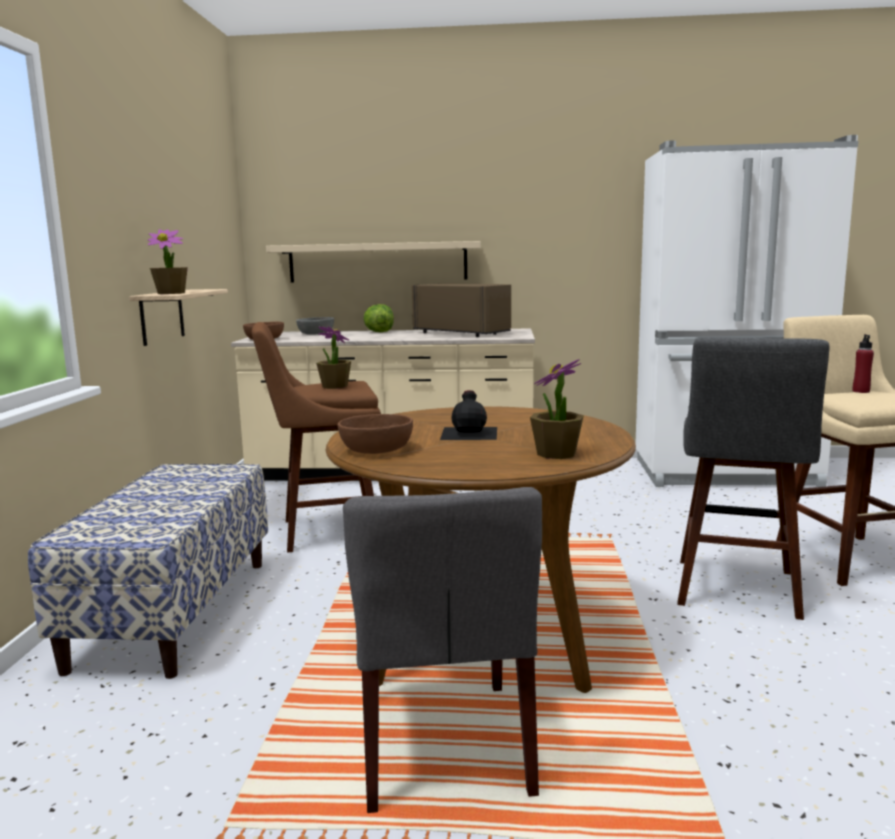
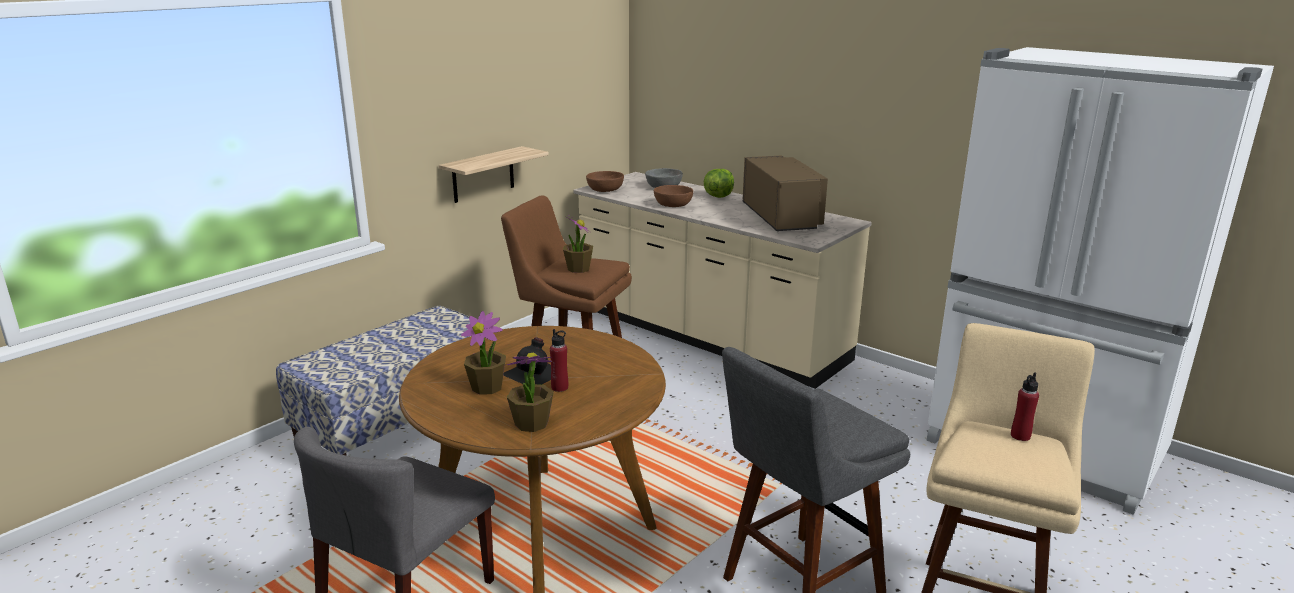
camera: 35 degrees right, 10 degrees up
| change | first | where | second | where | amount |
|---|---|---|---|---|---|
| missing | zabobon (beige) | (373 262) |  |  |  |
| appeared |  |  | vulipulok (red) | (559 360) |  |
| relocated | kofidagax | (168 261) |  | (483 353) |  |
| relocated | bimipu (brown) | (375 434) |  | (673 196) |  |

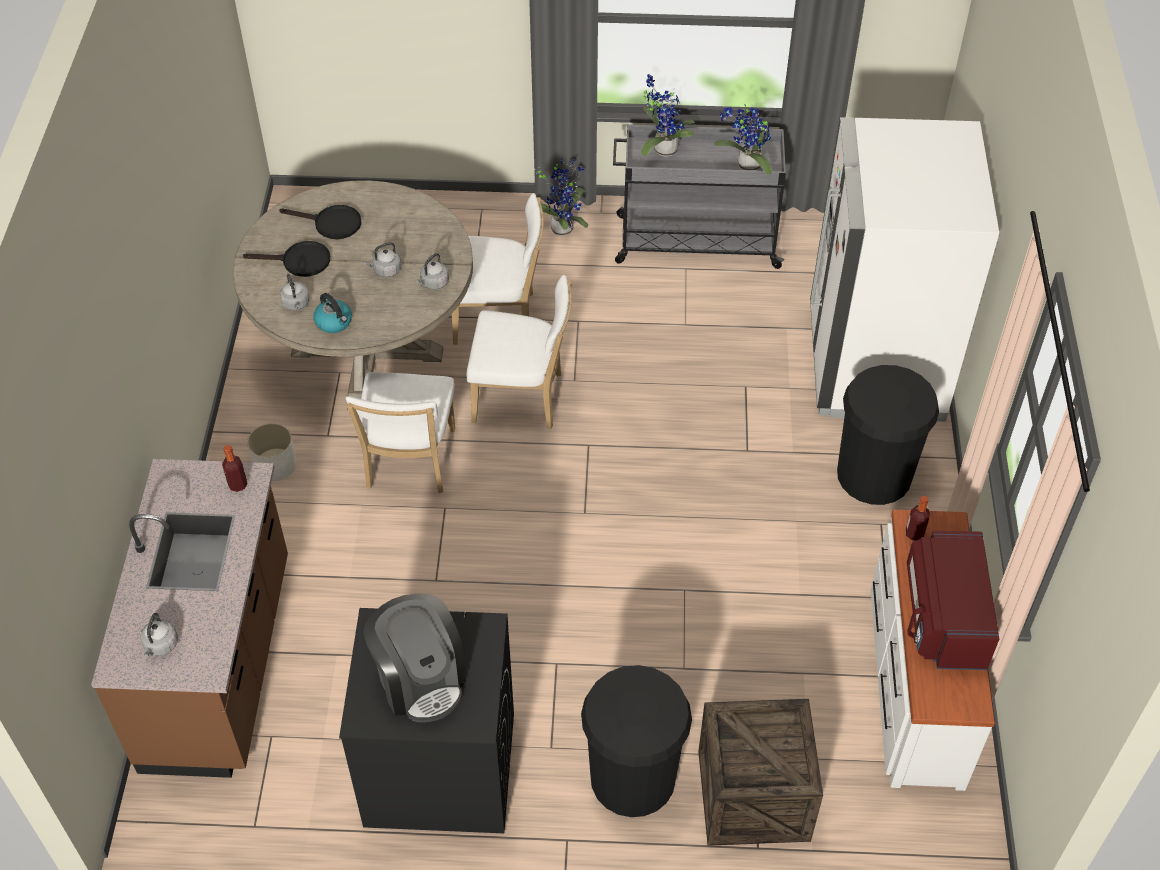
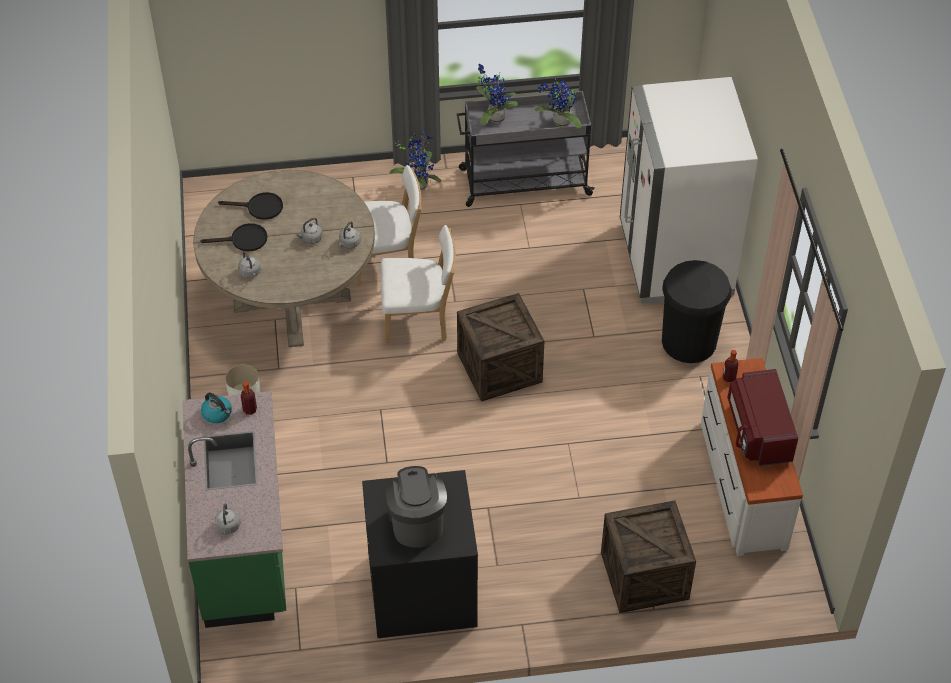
camera: 10 degrees left, 0 degrees up
| change | first | where | second | where | amount |
|---|---|---|---|---|---|
| missing | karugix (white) | (400 432) |  |  |  |
| missing | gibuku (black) | (636 741) |  |  |  |
| appeared |  |  | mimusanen | (500 347) |  |
| relocated | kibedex | (333 313) |  | (216 408) |  |
| colour | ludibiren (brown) | (189 618) | ludibiren (green) | (234 509) |  |
| spun | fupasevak | (414 657) |  | (416 507) | 150 degrees counterclockwise |

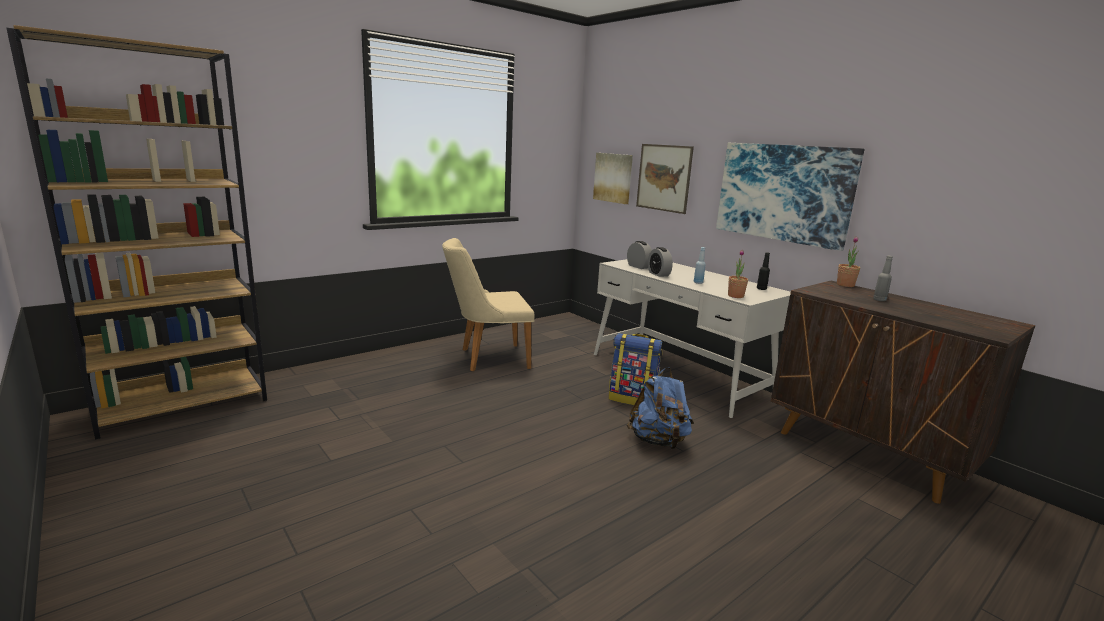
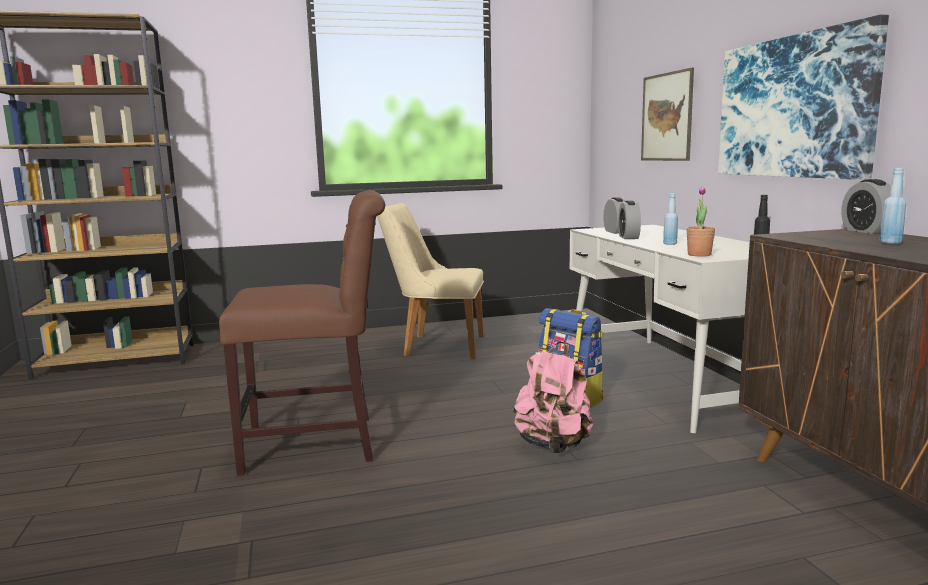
camera: 25 degrees right, 5 degrees down
| change | first | where | second | where | amount |
|---|---|---|---|---|---|
| missing | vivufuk | (613 178) |  |  |  |
| appeared |  |  | karugix (brown) | (302 333) |  |
| exchanged | kofidagax | (848 262) | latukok | (866 206) |  |
| colour | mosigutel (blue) | (660 408) | mosigutel (pink) | (553 397) |  |
| colour | vulipulok (grey) | (883 278) | vulipulok (blue) | (892 206) |  |

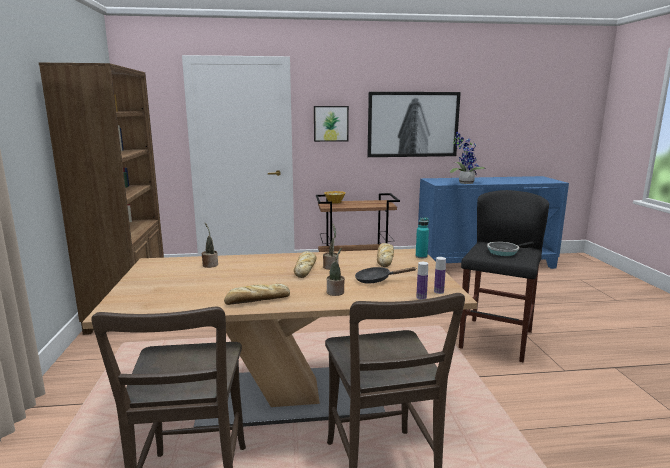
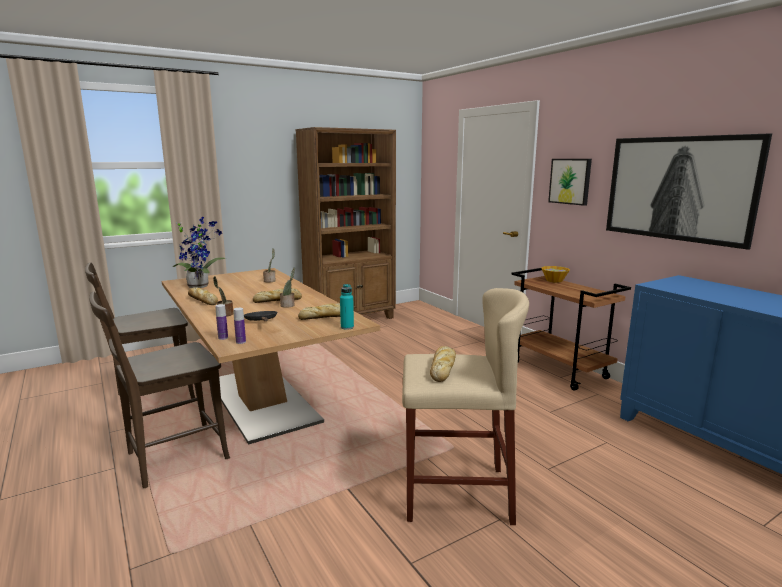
camera: 65 degrees right, 0 degrees up
| change | first | where | second | where | amount |
|---|---|---|---|---|---|
| relocated | kofidagax | (467 158) |  | (199 252) |  |
| exchanged | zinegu | (510 248) | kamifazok | (443 364) |  |
| colour | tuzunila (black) | (504 276) | tuzunila (beige) | (465 406) |  |

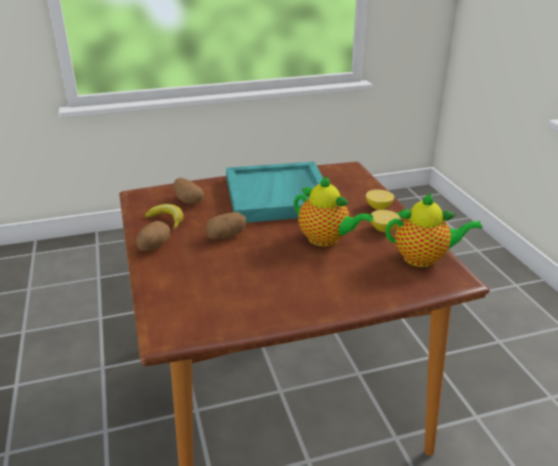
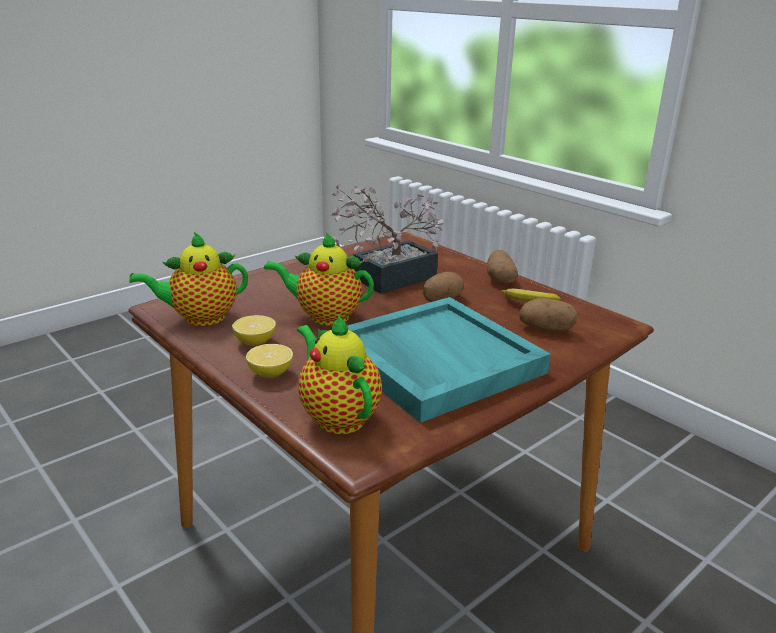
camera: 155 degrees right, 5 degrees down
| change | first | where | second | where | amount |
|---|---|---|---|---|---|
| appeared |  |  | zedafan | (339 374) |  |
| appeared |  |  | kofidagax | (386 239) |  |

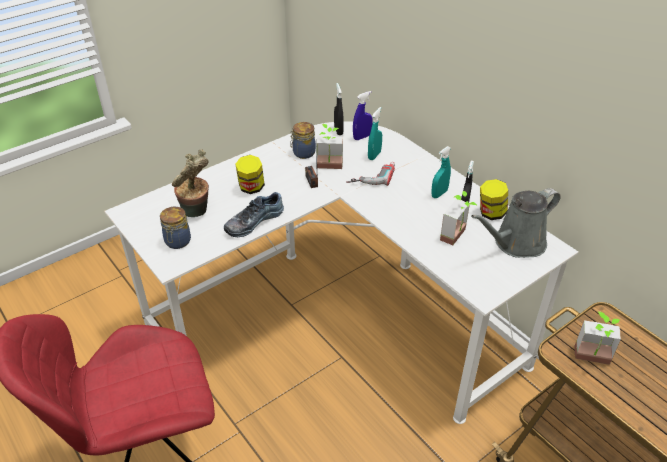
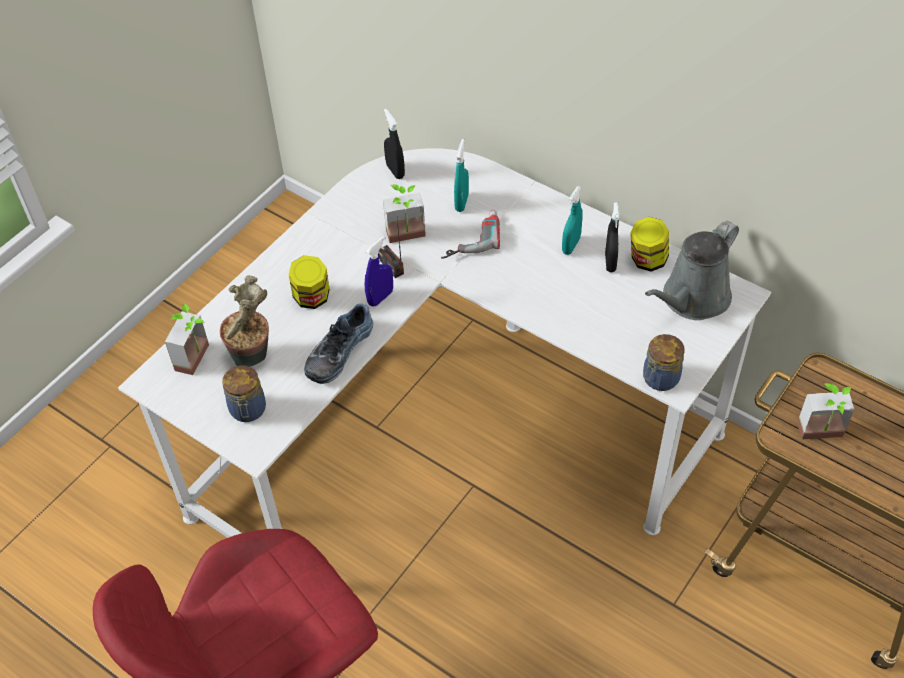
camera: 15 degrees left, 10 degrees up
| change | first | where | second | where | amount |
|---|---|---|---|---|---|
| relocated | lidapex | (303 140) |  | (663 362) |  |
| relocated | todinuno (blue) | (363 115) |  | (379 271) |  |
| relocated | kofidagax | (458 218) |  | (187 339) |  |

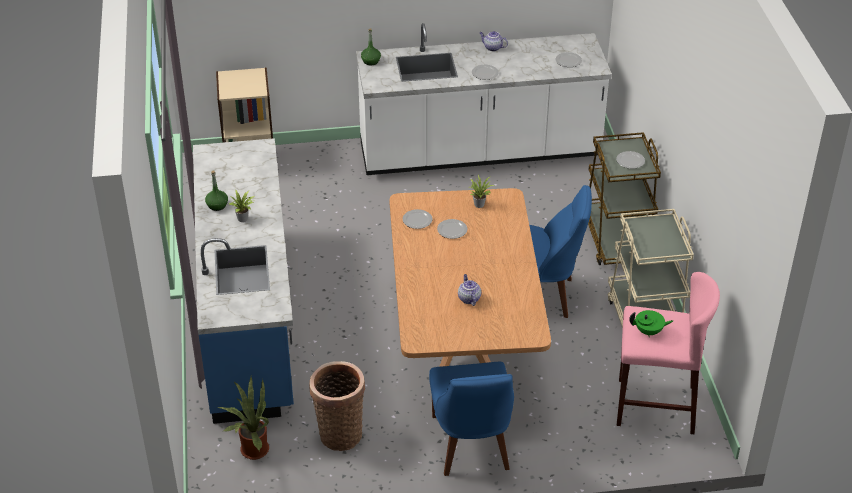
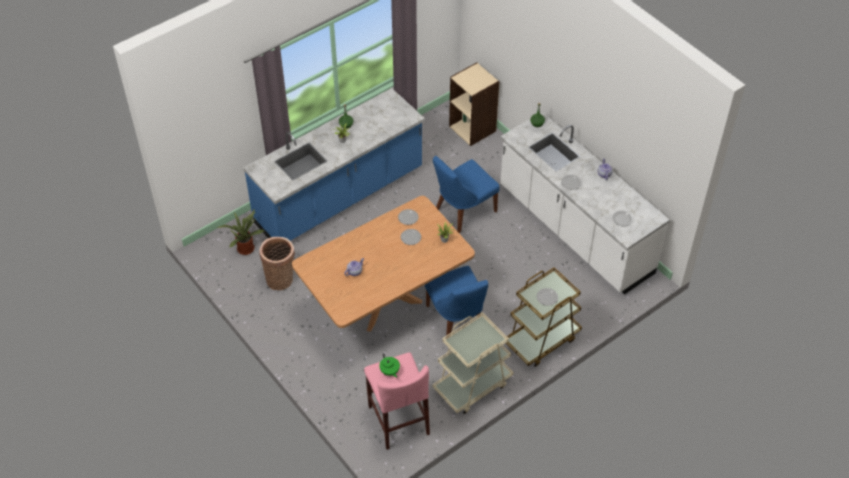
camera: 60 degrees right, 10 degrees up
| change | first | where | second | where | amount |
|---|---|---|---|---|---|
| relocated | karugix (blue) | (471 419) |  | (466 194) |  |

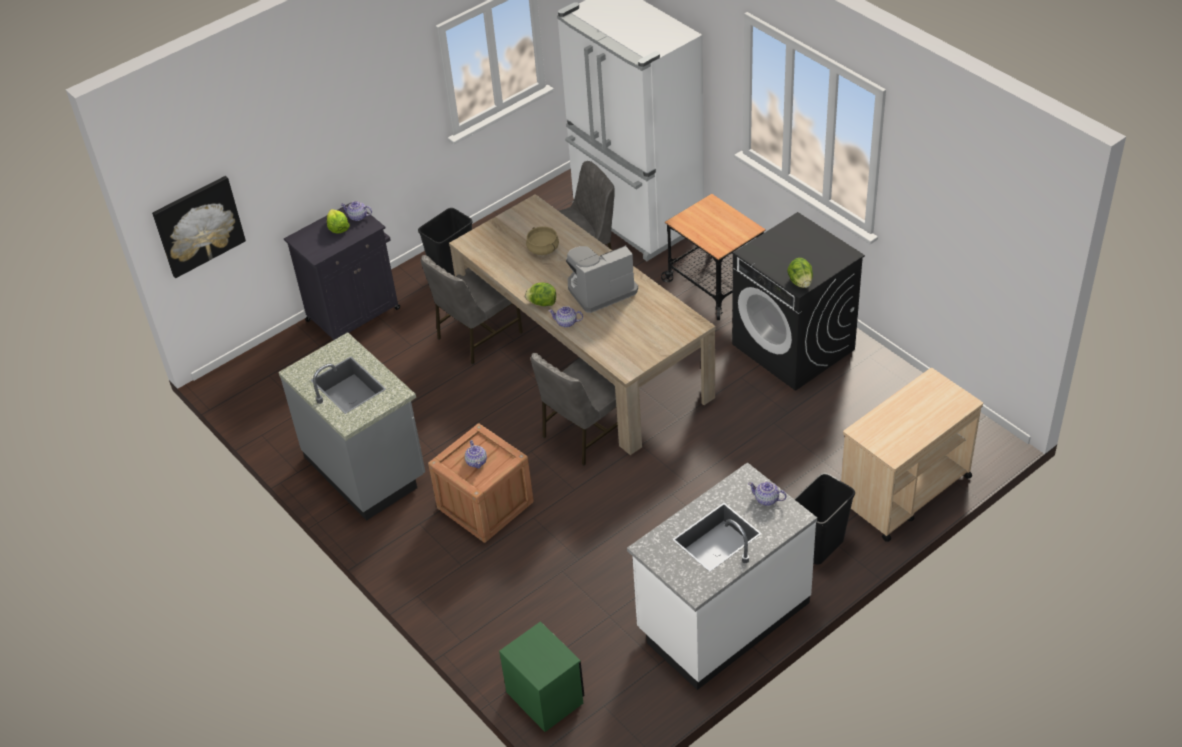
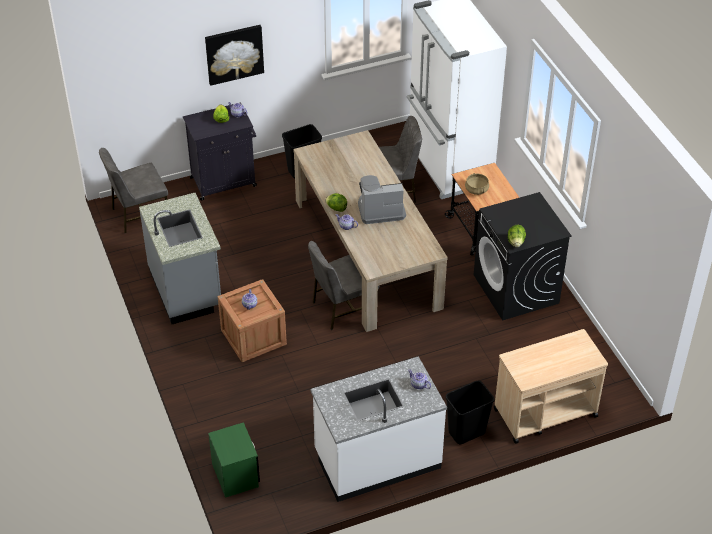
camera: 15 degrees right, 0 degrees up
| change | first | where | second | where | amount |
|---|---|---|---|---|---|
| relocated | vivufuk | (199 227) |  | (234 55) |  |
| relocated | karugix (grey) | (472 310) |  | (133 190) |  |
| relocated | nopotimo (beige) | (542 240) |  | (477 184) |  |

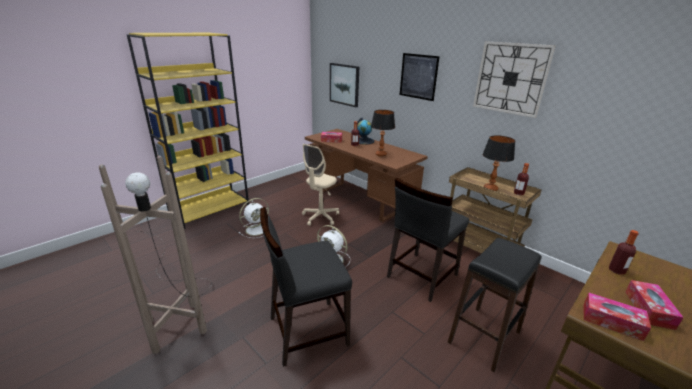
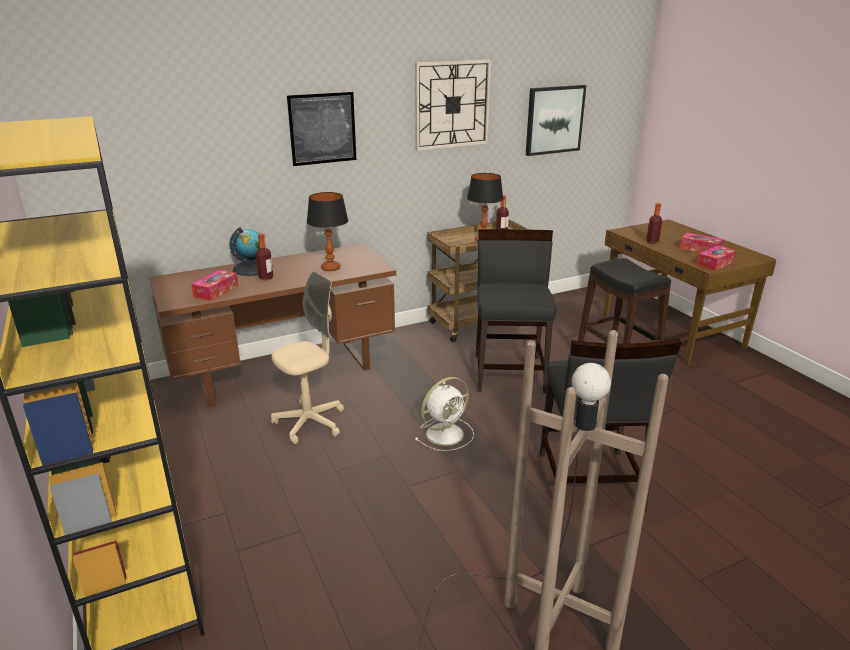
camera: 70 degrees left, 0 degrees up
| change | first | where | second | where | amount |
|---|---|---|---|---|---|
| missing | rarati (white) | (254 218) |  |  |  |
| relocated | vivufuk | (344 85) |  | (556 120) |  |
| spun | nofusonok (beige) | (320 185) |  | (307 357) | 90 degrees counterclockwise |
| spun | karugix (black) | (428 240) |  | (516 311) | 150 degrees counterclockwise |

